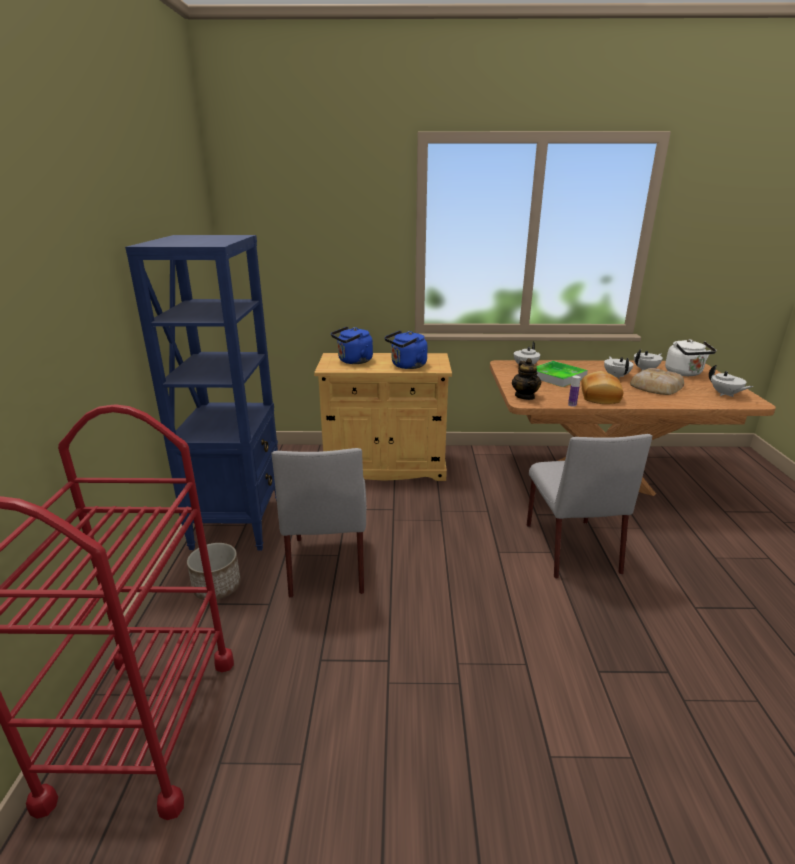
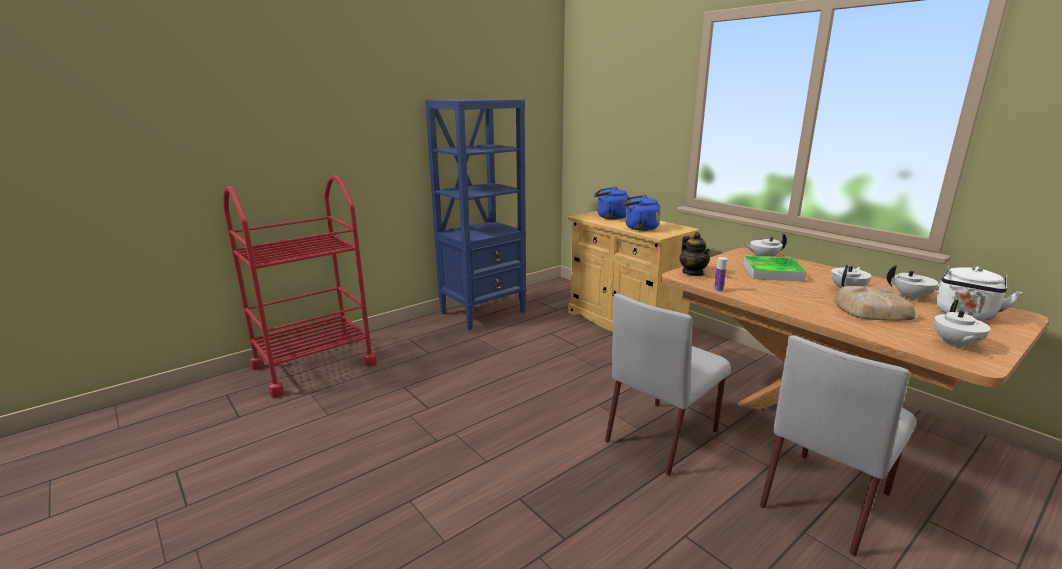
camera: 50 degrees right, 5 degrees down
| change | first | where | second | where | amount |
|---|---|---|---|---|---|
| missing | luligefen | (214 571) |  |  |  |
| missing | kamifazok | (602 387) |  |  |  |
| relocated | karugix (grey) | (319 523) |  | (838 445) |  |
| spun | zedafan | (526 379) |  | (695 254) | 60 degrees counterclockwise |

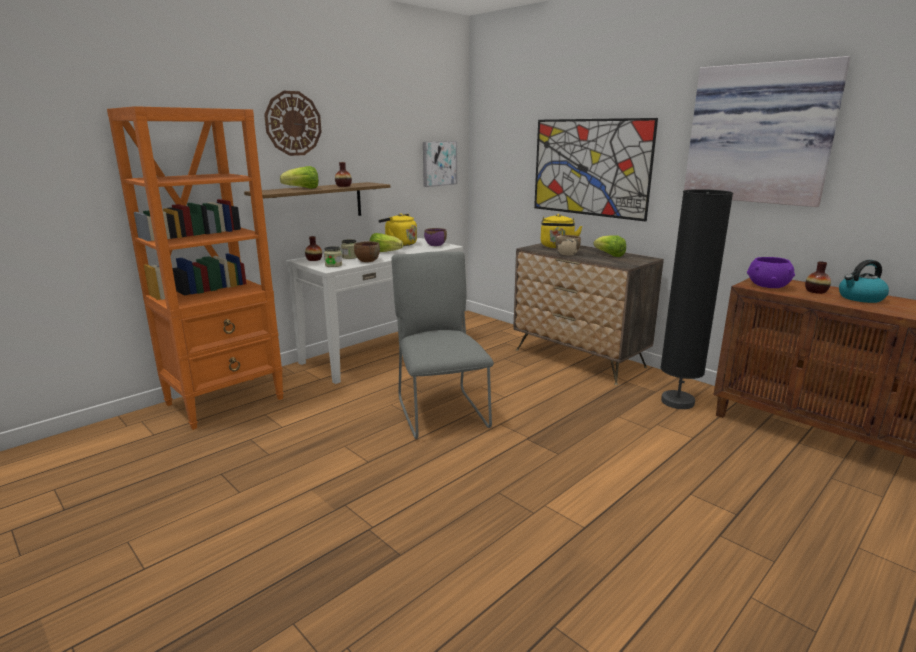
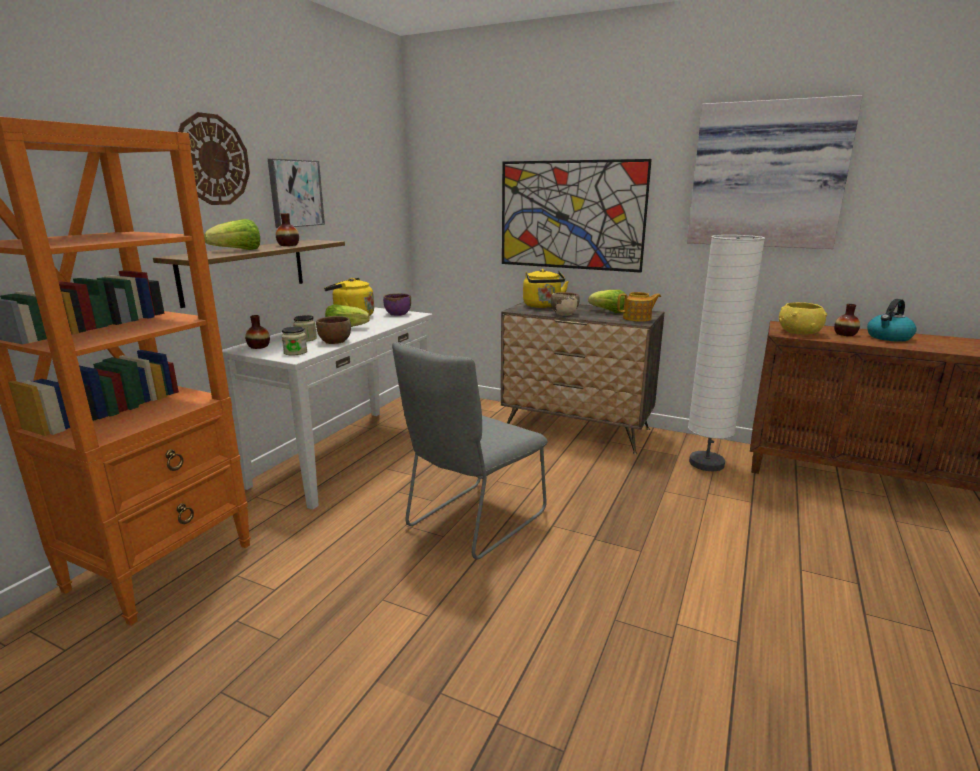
camera: 20 degrees left, 0 degrees up
| change | first | where | second | where | amount |
|---|---|---|---|---|---|
| appeared |  |  | zedafan | (639 307) |  |
| relocated | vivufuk | (440 164) |  | (296 193) |  |
| colour | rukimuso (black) | (696 299) | rukimuso (white) | (726 353) |  |
| colour | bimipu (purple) | (771 272) | bimipu (yellow) | (803 318) |  |
| spun | karugix (grey) | (442 345) |  | (470 450) | 105 degrees counterclockwise |

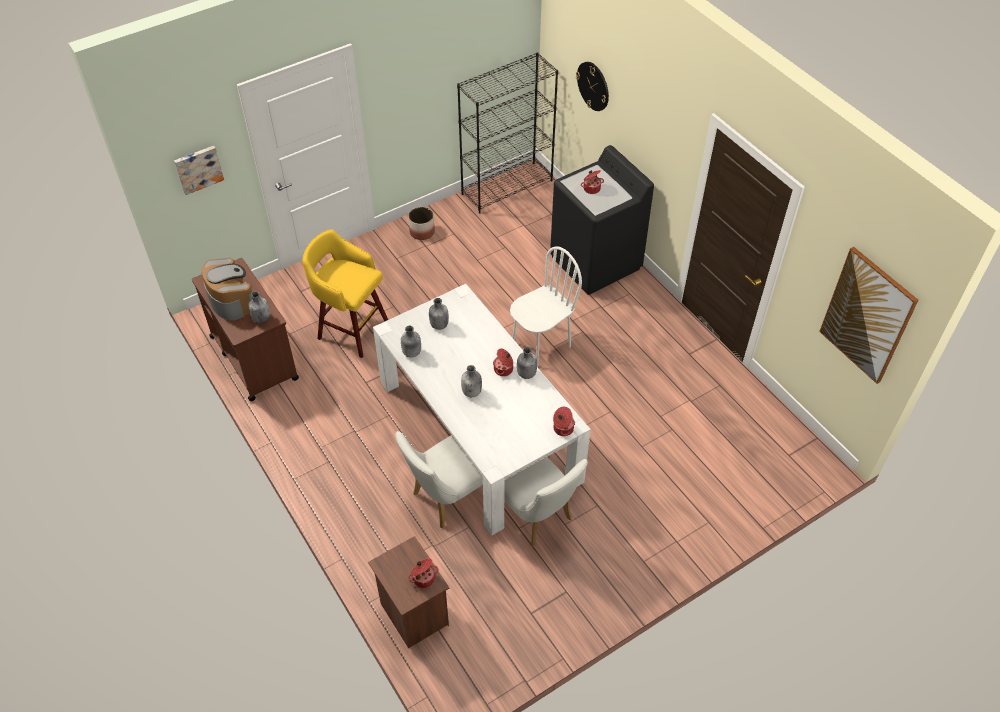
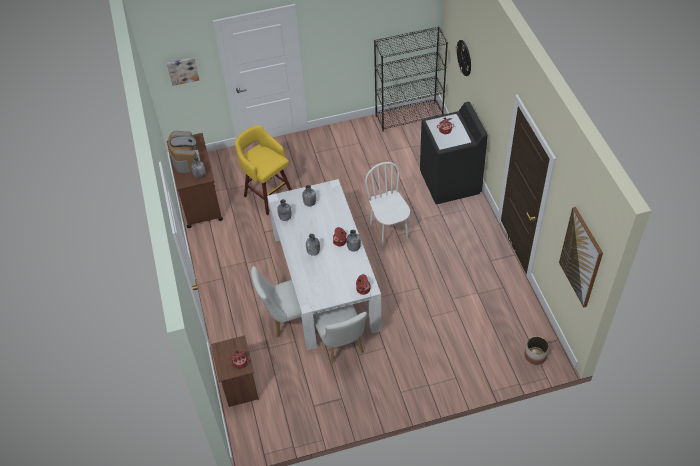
camera: 20 degrees right, 0 degrees up
| change | first | where | second | where | amount |
|---|---|---|---|---|---|
| relocated | luligefen | (421 223) |  | (537 350) |  |
| spun | karugix (white) | (546 306) |  | (387 204) | 90 degrees counterclockwise |

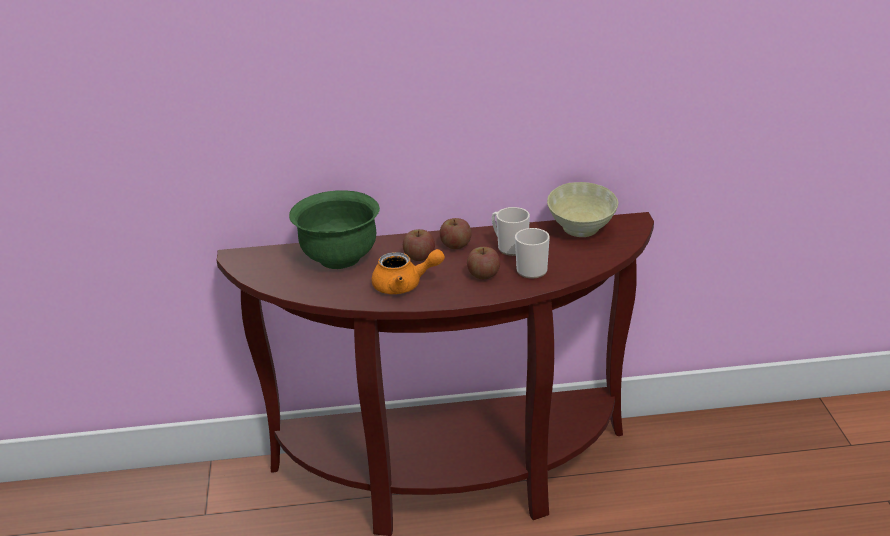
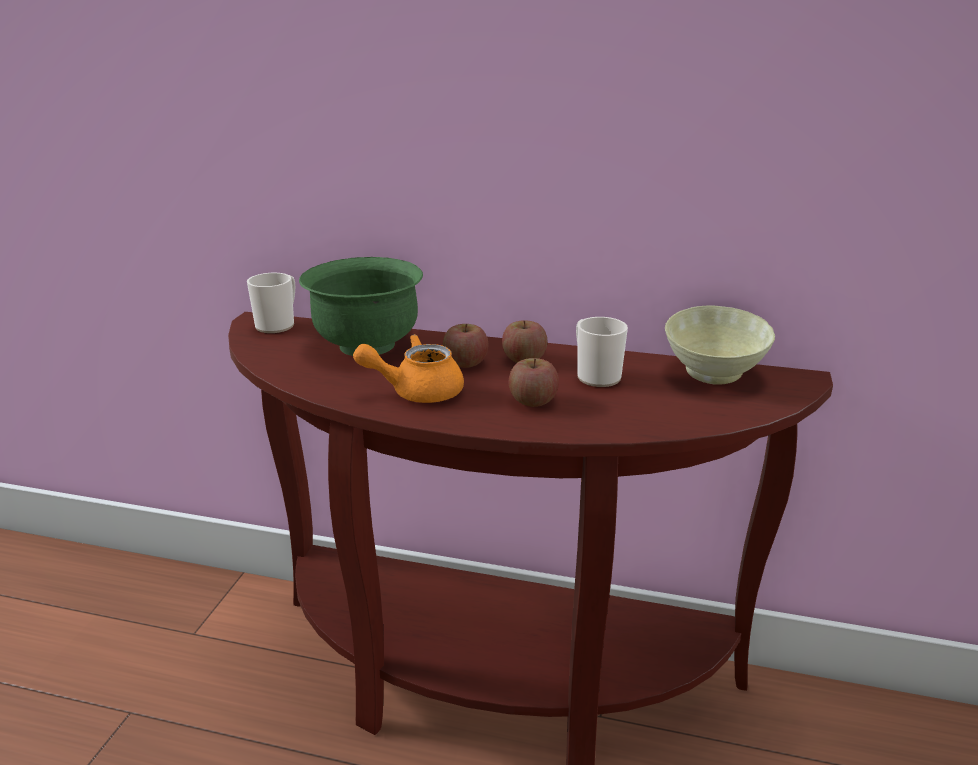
camera: 20 degrees right, 5 degrees down
| change | first | where | second | where | amount |
|---|---|---|---|---|---|
| relocated | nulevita | (532 253) |  | (271 303) |  |
| spun | zedafan (orange) | (408 271) |  | (408 368) | 150 degrees clockwise |

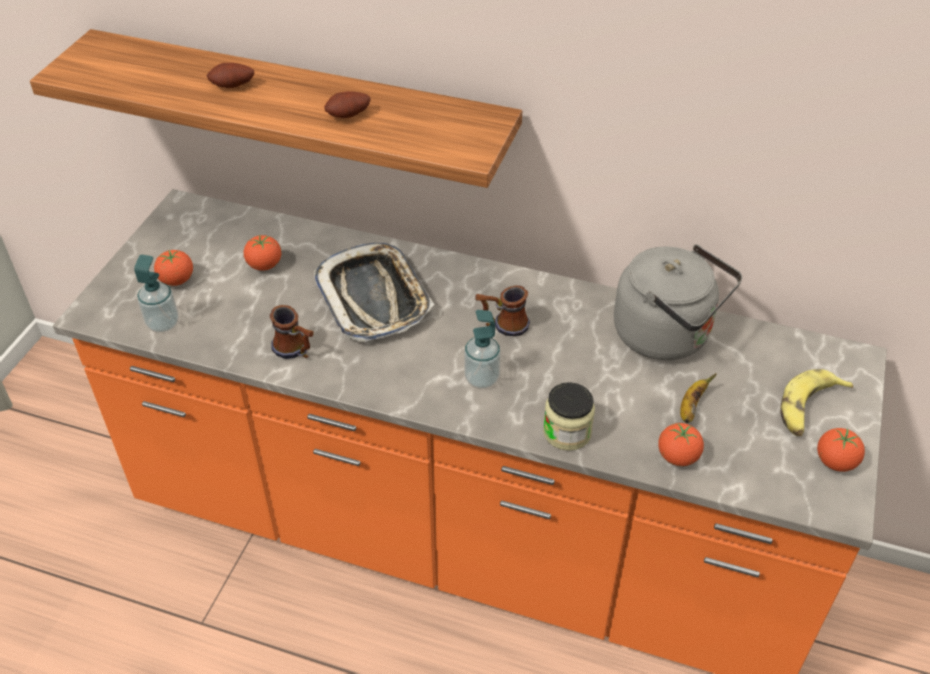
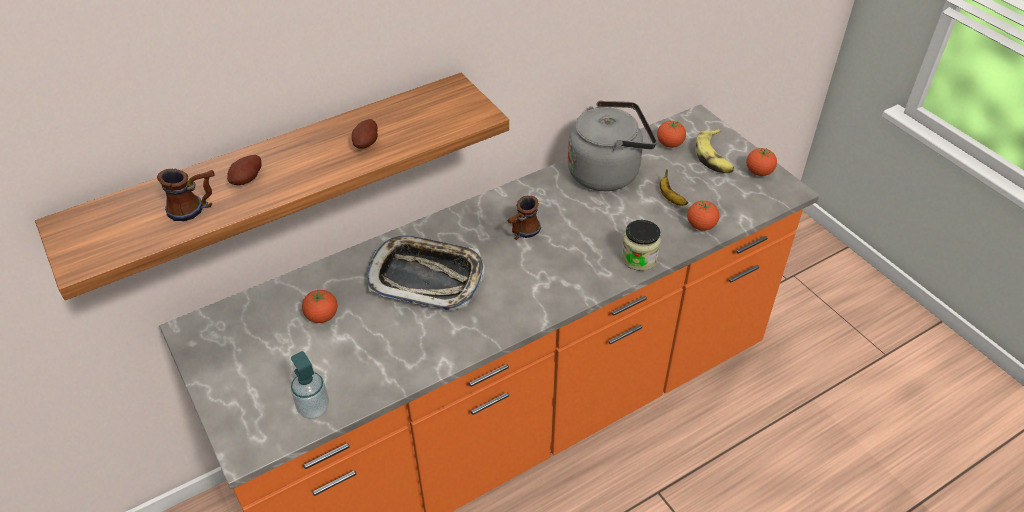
camera: 50 degrees left, 0 degrees up
| change | first | where | second | where | amount |
|---|---|---|---|---|---|
| missing | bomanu | (482 349) |  |  |  |
| relocated | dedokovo | (173 268) |  | (671 134) |  |
| relocated | nulevita | (292 332) |  | (186 195) |  |

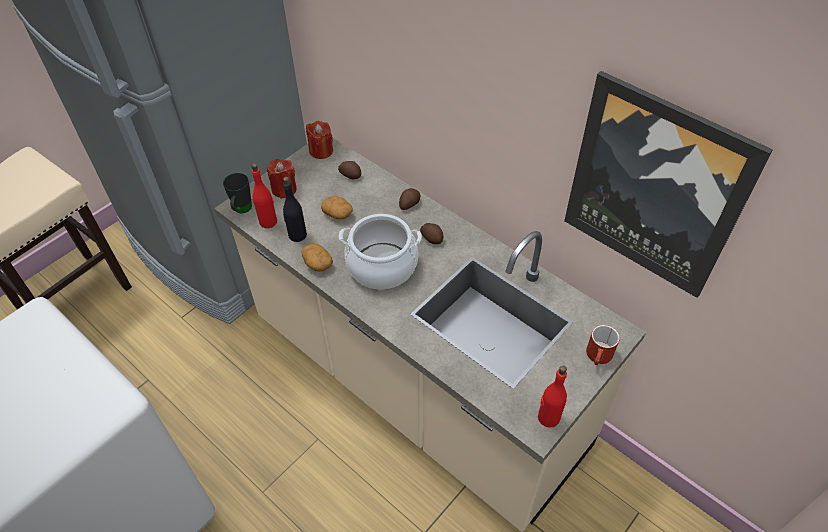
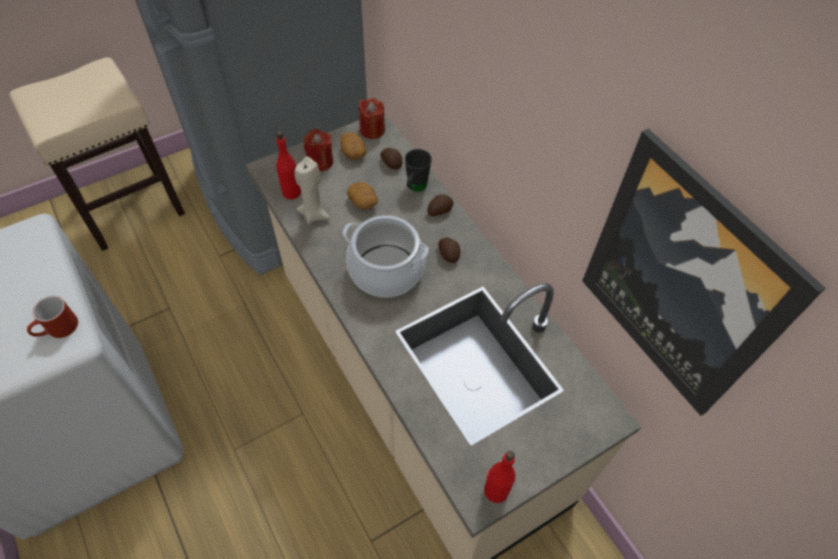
camera: 15 degrees right, 5 degrees up
| change | first | where | second | where | amount |
|---|---|---|---|---|---|
| relocated | nulevita (black) | (237 193) |  | (418 170) |  |
| relocated | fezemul | (317 257) |  | (353 146) |  |
| relocated | nulevita (red) | (603 345) |  | (52 317) |  |
| exchanged | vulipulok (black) | (295 209) | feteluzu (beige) | (312 190) |  |

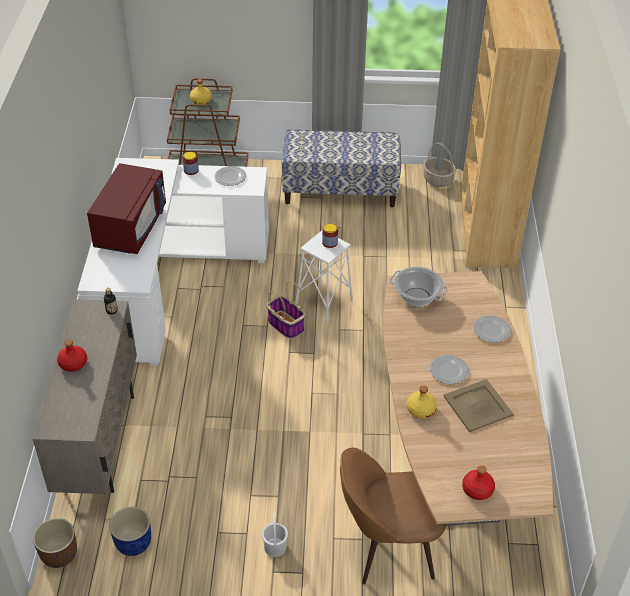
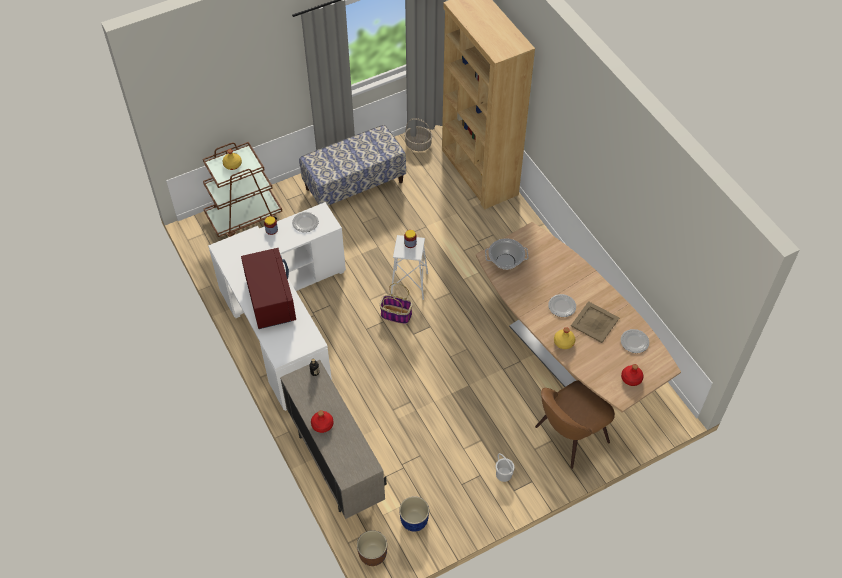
camera: 30 degrees left, 10 degrees up
| change | first | where | second | where | amount |
|---|---|---|---|---|---|
| relocated | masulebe | (492 329) |  | (635 341) |  |

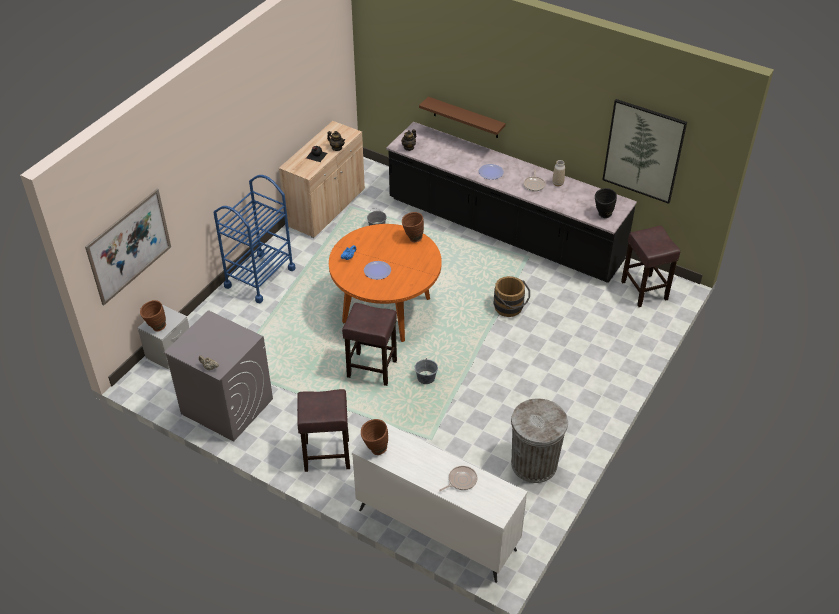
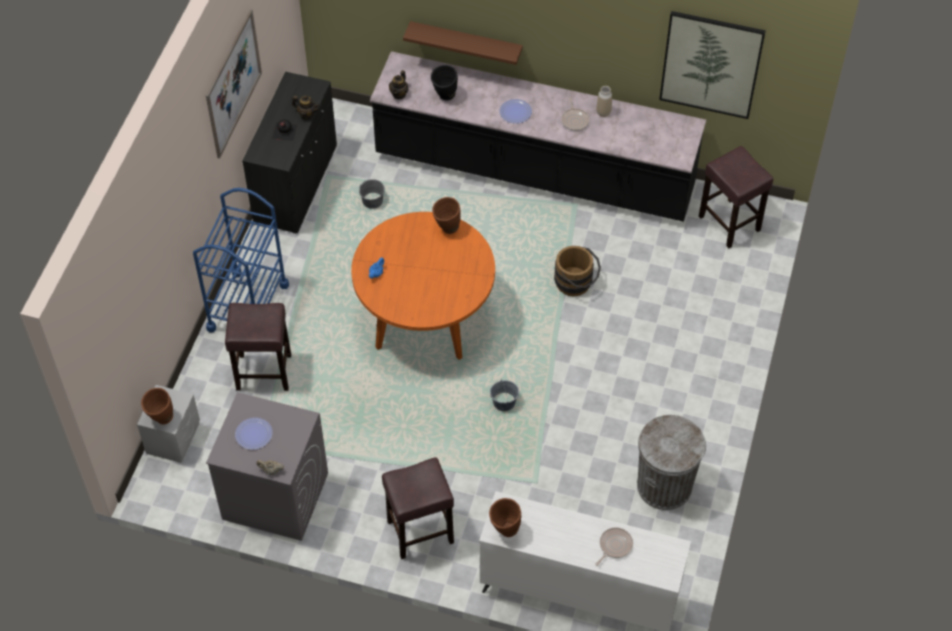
camera: 15 degrees left, 10 degrees up
| change | first | where | second | where | amount |
|---|---|---|---|---|---|
| relocated | vivufuk | (128 247) |  | (234 84) |  |
| relocated | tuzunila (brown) | (369 344) |  | (258 347) |  |
| relocated | masulebe | (377 270) |  | (254 433) |  |
| relocated | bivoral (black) | (606 203) |  | (444 83) |  |
| colour | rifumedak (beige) | (322 179) | rifumedak (black) | (289 153) |  |

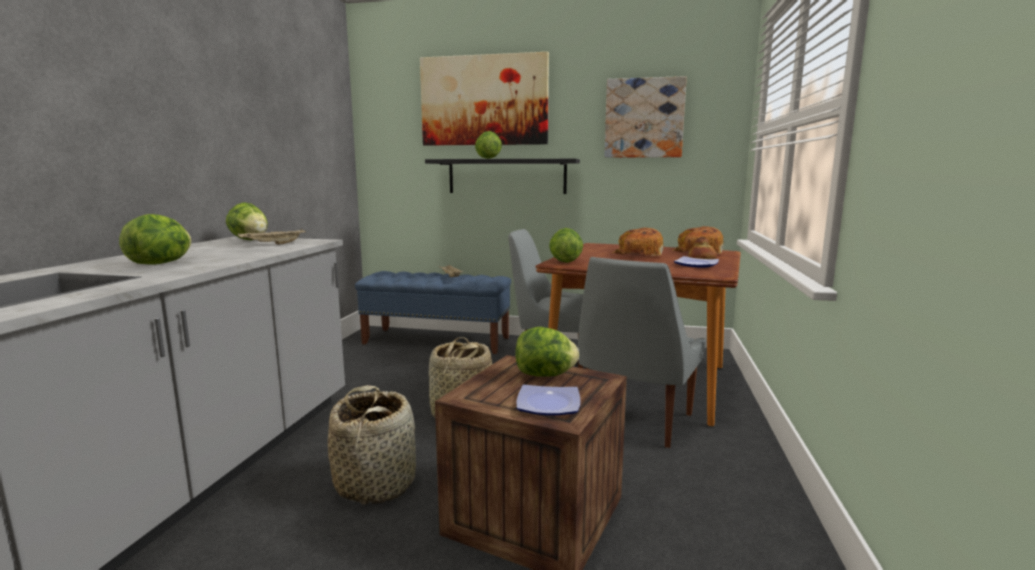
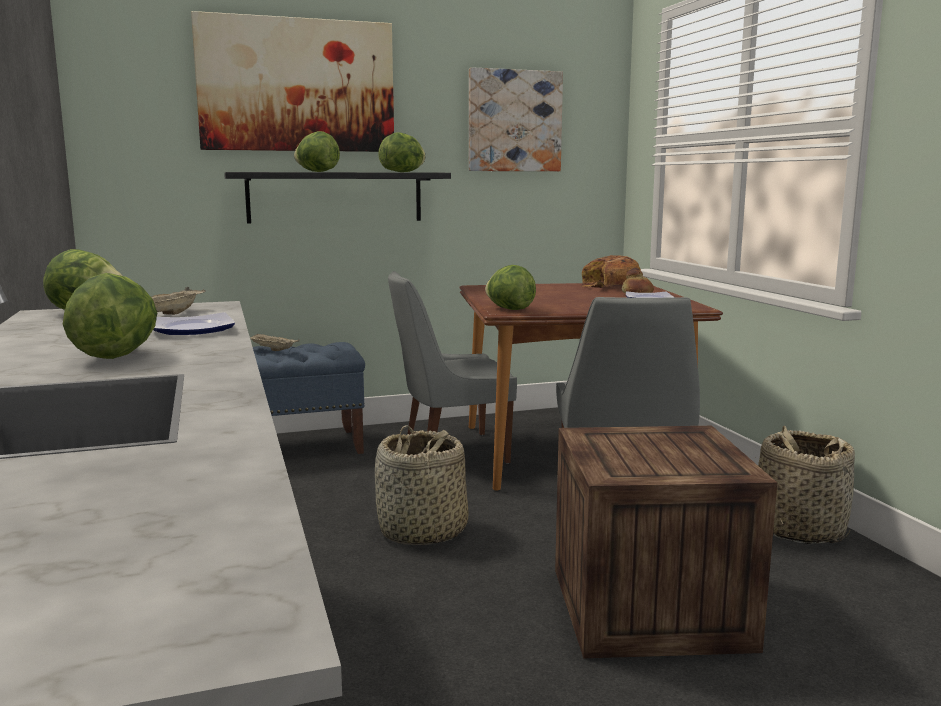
camera: 30 degrees left, 0 degrees up
| change | first | where | second | where | amount |
|---|---|---|---|---|---|
| missing | kamifazok | (637 242) |  |  |  |
| relocated | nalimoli | (372 445) |  | (804 485) |  |
| relocated | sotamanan | (547 352) |  | (401 152) |  |
| relocated | masulebe | (548 400) |  | (194 323) |  |

